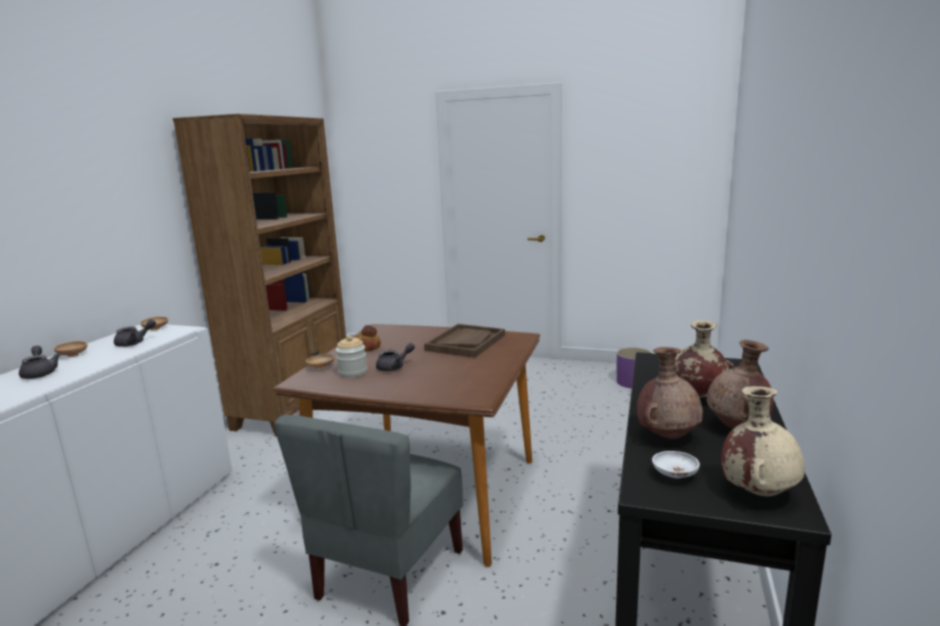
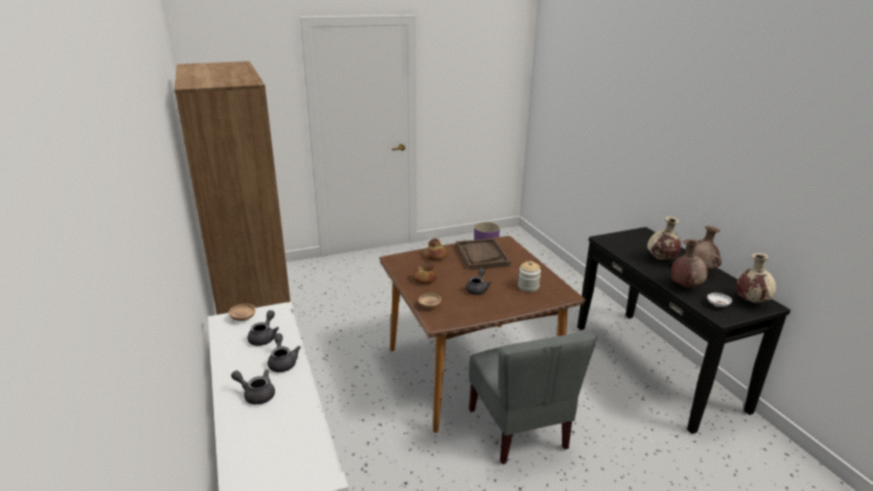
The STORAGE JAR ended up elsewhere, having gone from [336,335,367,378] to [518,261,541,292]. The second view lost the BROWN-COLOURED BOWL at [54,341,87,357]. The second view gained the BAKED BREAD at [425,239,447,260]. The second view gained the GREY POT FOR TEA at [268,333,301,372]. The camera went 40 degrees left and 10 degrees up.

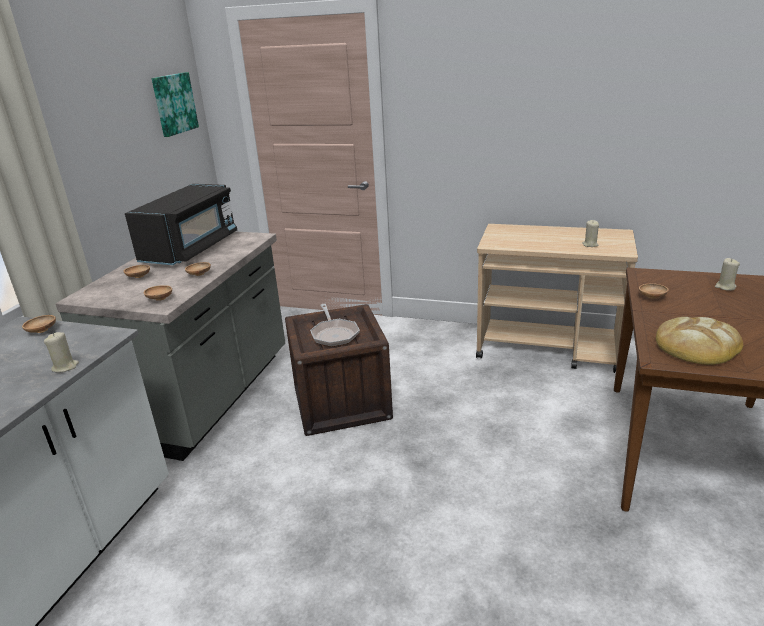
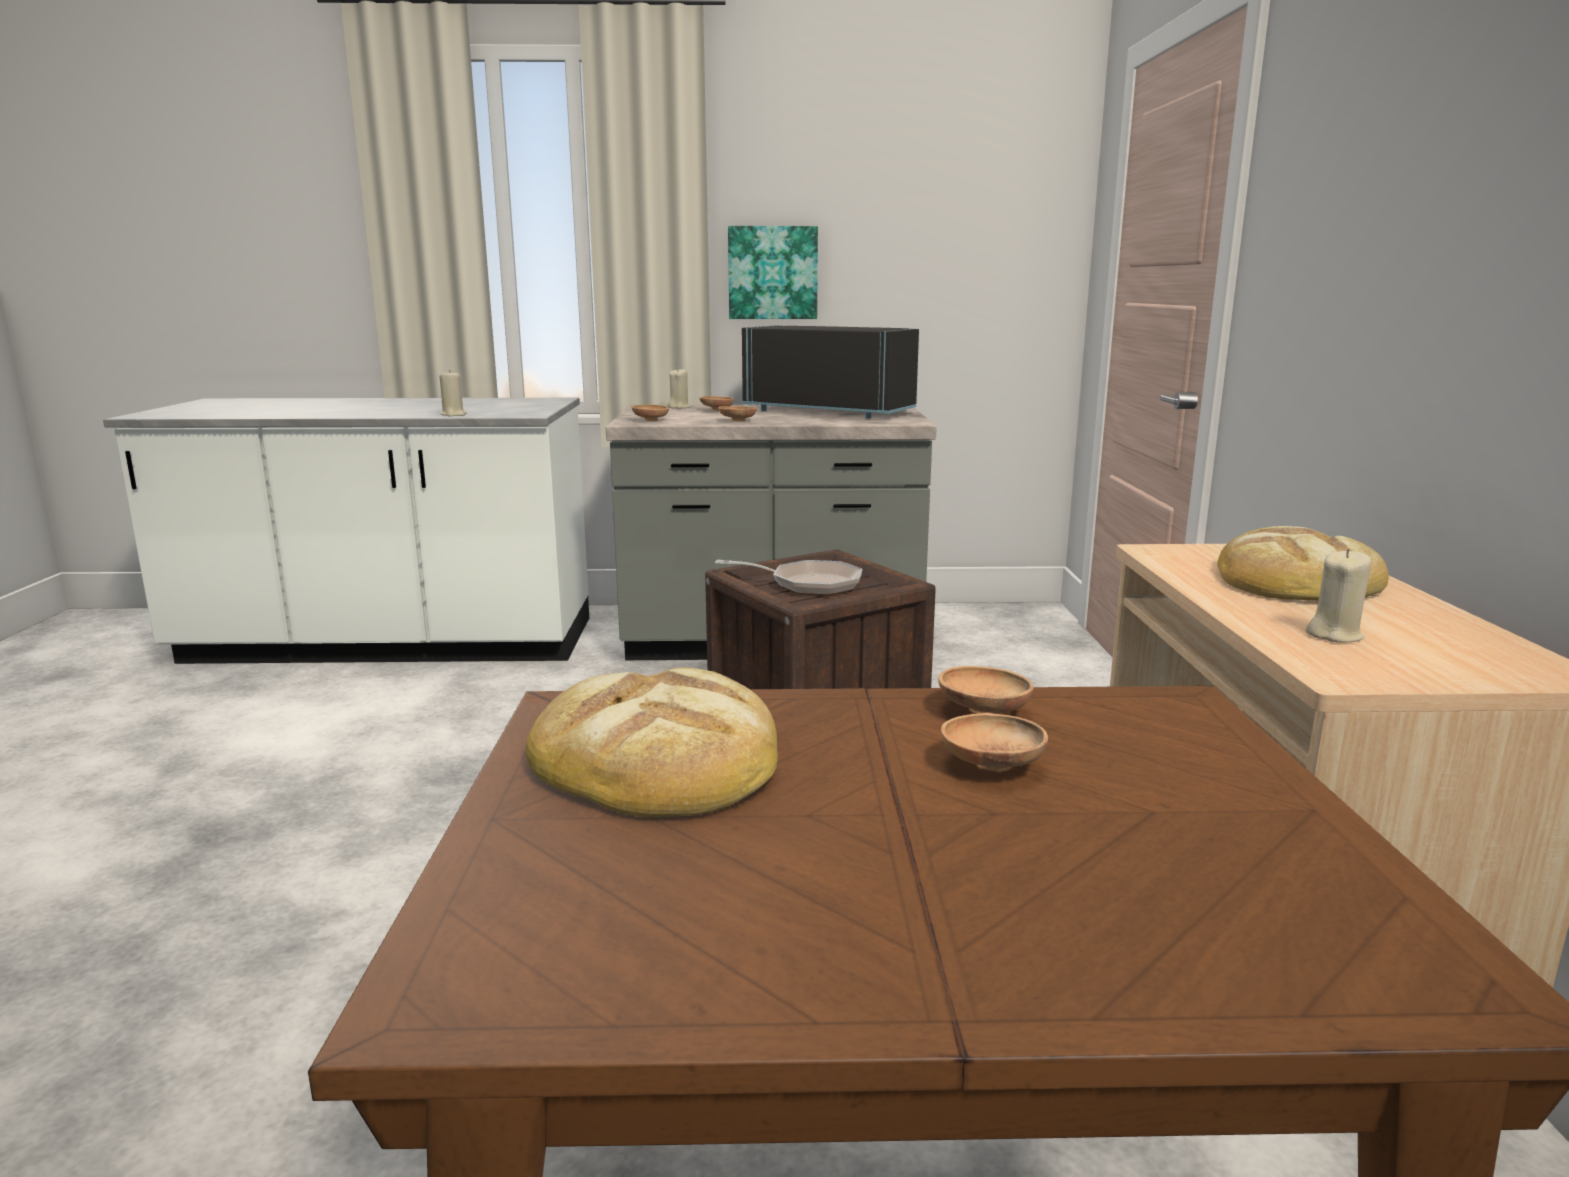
The WALL PICTURE ended up elsewhere, having gone from [152,72,199,137] to [728,226,818,319]. The BLACK MICROWAVE at [125,184,237,265] ended up facing another way, 150 degrees counterclockwise from before. The SAND-COLOURED WAX LIGHT ended up elsewhere, having gone from [715,258,740,291] to [667,368,690,409]. The PAN at [310,304,360,347] ended up facing another way, 135 degrees counterclockwise from before. The BROWN-COLOURED BOWL ended up elsewhere, having gone from [22,315,56,333] to [941,713,1048,772]. The second view gained the BAKED BREAD at [1217,526,1389,601]. The camera went 70 degrees right and 10 degrees down.

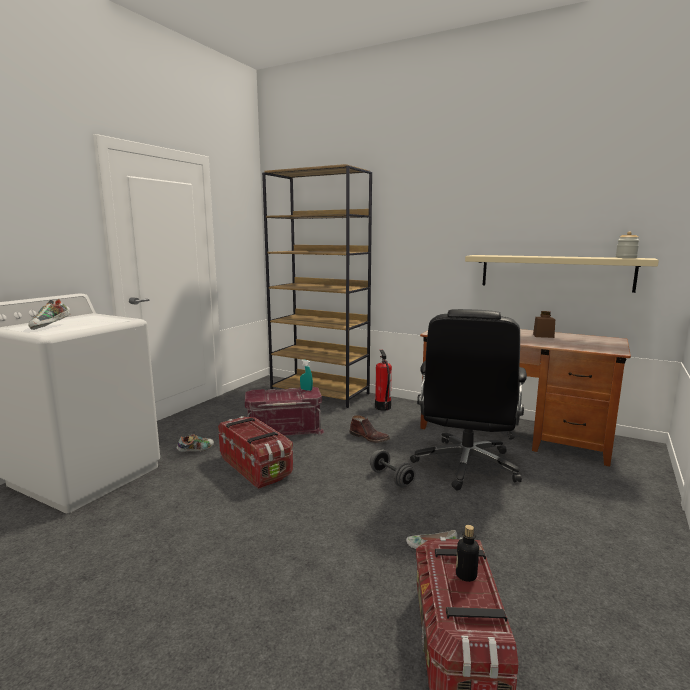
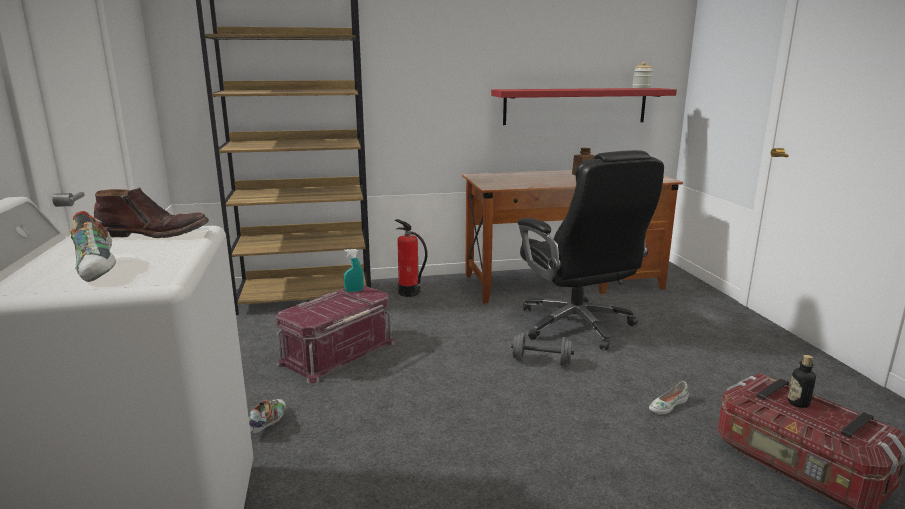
What was the SAND-COLOURED BRACKET SHELF at [465,255,659,293] turned into the RED-COLOURED BRACKET SHELF at [491,88,677,125]. The BROWN-COLOURED BOOT ended up elsewhere, having gone from [349,415,390,443] to [94,187,209,238]. The second view lost the STORAGE BIN at [218,416,293,489]. The camera went 40 degrees left and 5 degrees up.

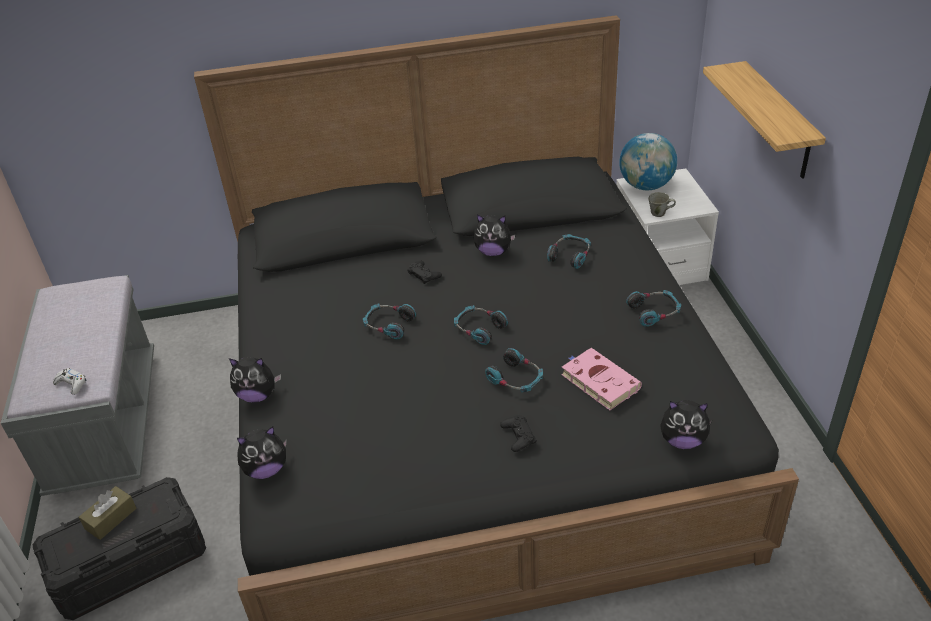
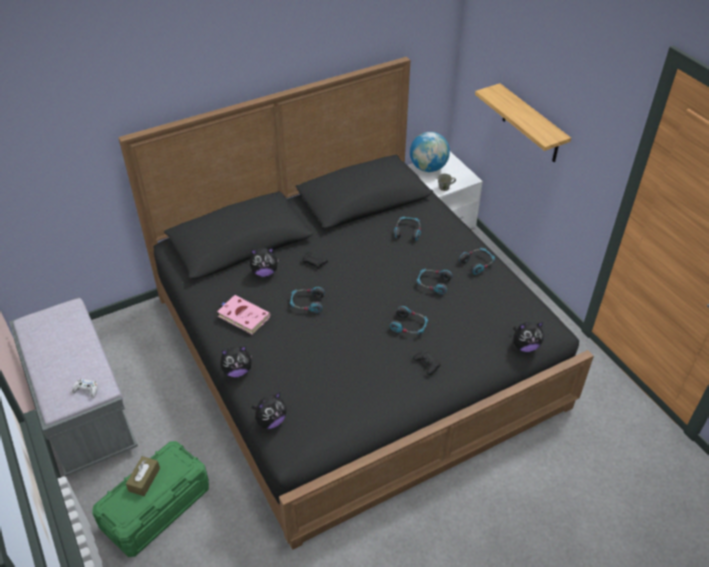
The PLUSH TOY ended up elsewhere, having gone from [474,214,516,256] to [250,248,280,277]. The PAIR OF HEADPHONES ended up elsewhere, having gone from [454,305,508,345] to [417,269,453,295]. The PINK-COLOURED BOOK ended up elsewhere, having gone from [561,348,642,410] to [217,295,270,335]. What was the BLACK STORAGE BIN at [33,477,206,620] turned into the GREEN-COLOURED STORAGE BIN at [92,441,209,557]. The camera went 20 degrees left and 5 degrees up.

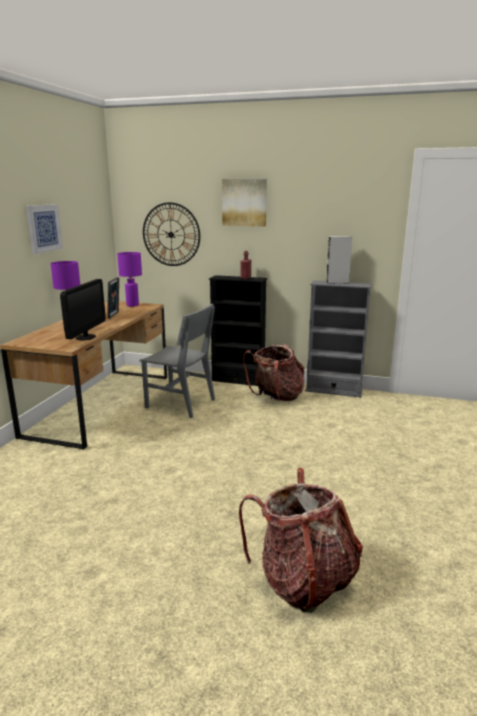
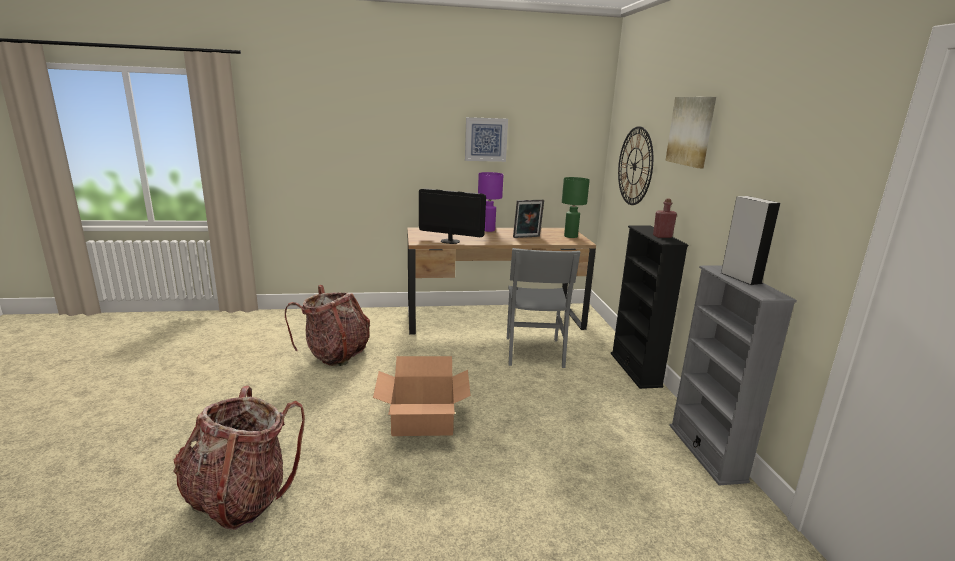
What was the PURPLISH TABLETOP LAMP at [117,252,142,307] turned into the GREEN-COLOURED TABLETOP LAMP at [562,177,590,238]. The COMPUTER SCREEN at [60,279,106,340] ended up facing another way, 150 degrees counterclockwise from before. The KNAPSACK ended up elsewhere, having gone from [243,344,304,401] to [285,285,370,366]. The second view gained the CARDBOARD BOX at [373,356,471,436]. The camera went 65 degrees right and 0 degrees up.

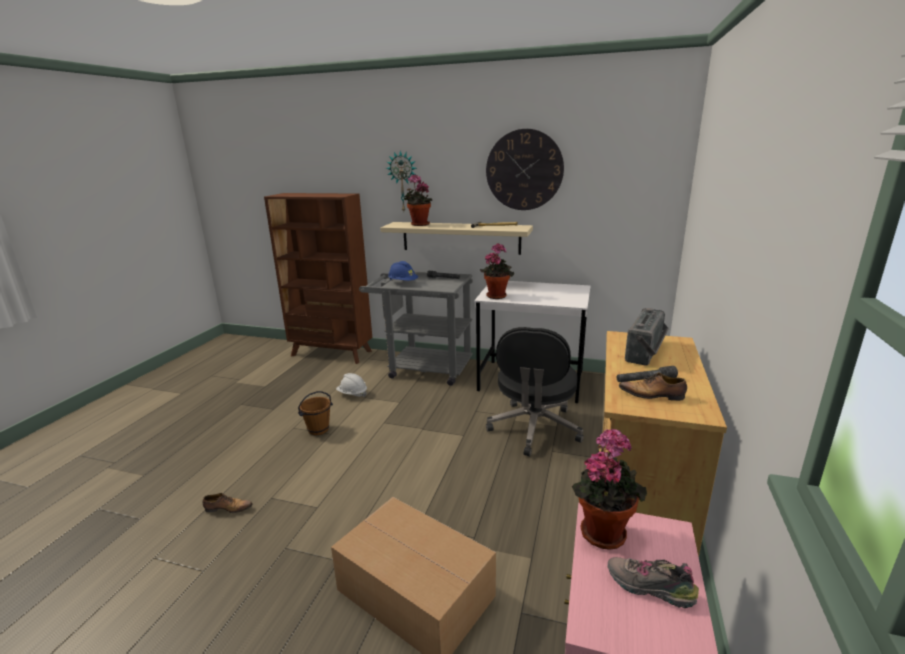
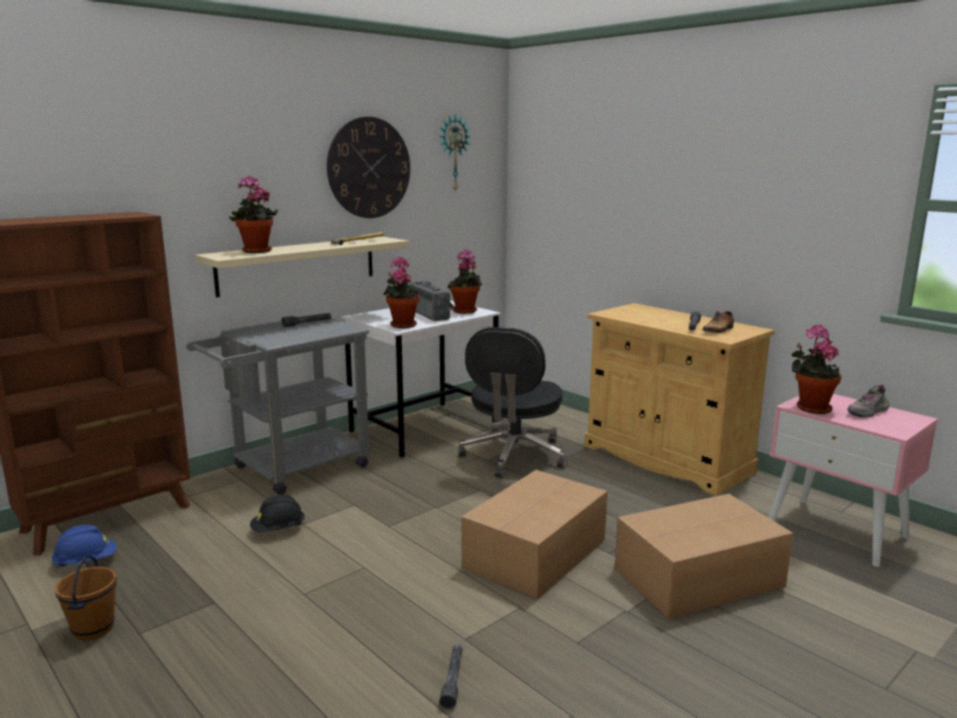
The WALL CLOCK ended up elsewhere, having gone from [386,150,417,211] to [439,114,471,193]. The BLUE-COLOURED WORK HELMET ended up elsewhere, having gone from [388,261,418,281] to [51,525,117,568]. The RADIO ended up elsewhere, having gone from [625,308,669,365] to [410,281,455,321]. The BLACK COMPUTER CHAIR at [486,327,584,456] ended up facing another way, 60 degrees clockwise from before. What was the WHITISH WORK HELMET at [336,373,367,397] turned into the BLACK WORK HELMET at [250,494,305,532]. The BROWN-COLOURED PAIL ended up elsewhere, having gone from [298,391,333,435] to [55,555,117,640]. Where the LOW SHOE stood at [202,493,253,513], the GREY TORCH came to stand at [439,644,463,709]. The second view gained the PLANT IN A POT at [448,249,482,314]. The second view gained the CARDBOARD BOX at [462,470,608,600]. The camera went 60 degrees left and 5 degrees down.

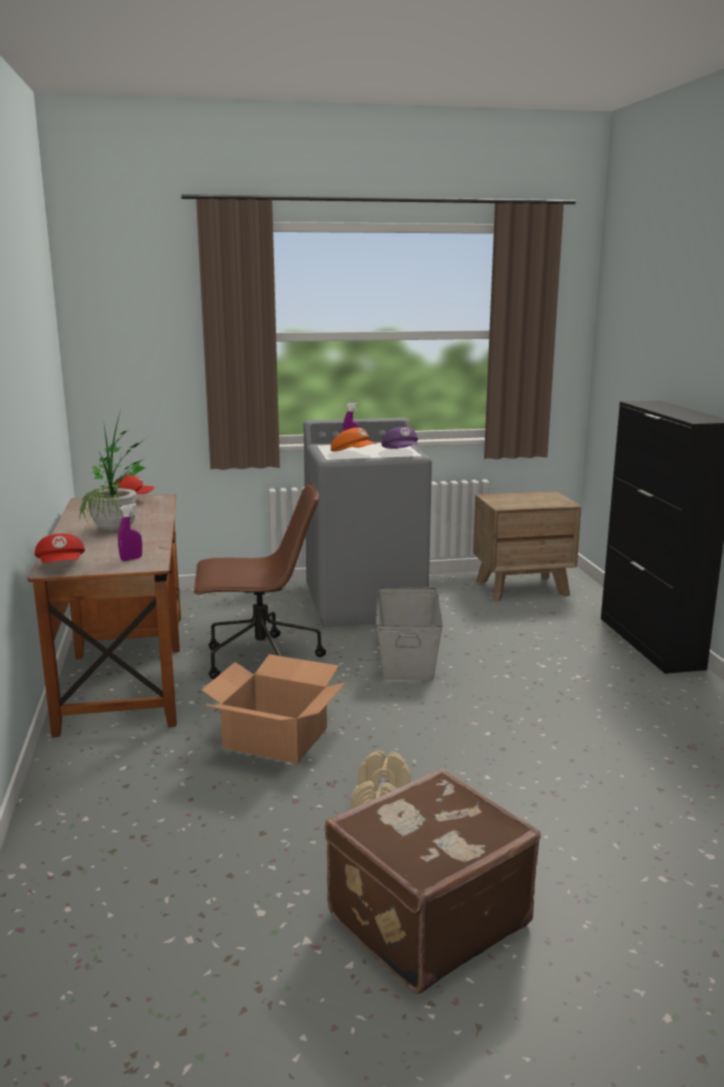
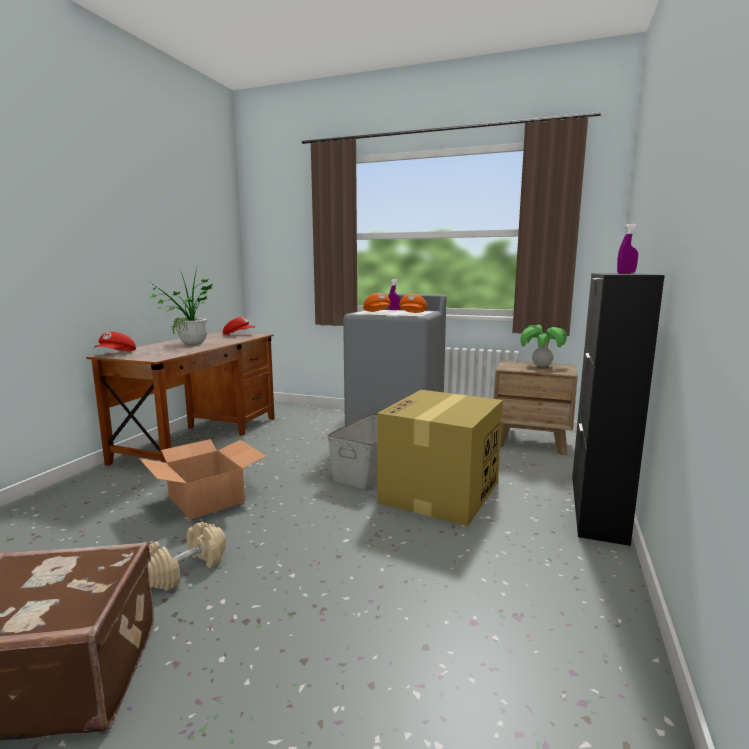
What was the PURPLISH PEAKED CAP at [381,427,418,449] turned into the ORANGEY PEAKED CAP at [399,294,427,313]. The second view lost the BROWN-COLOURED COMPUTER CHAIR at [194,483,326,679]. The PURPLISH SPRAY BOTTLE ended up elsewhere, having gone from [118,504,142,561] to [617,224,639,273]. The second view gained the PLANT IN A POT at [520,325,567,367]. The second view gained the CARDBOARD BOX at [377,390,503,526]. The camera went 30 degrees right and 5 degrees down.

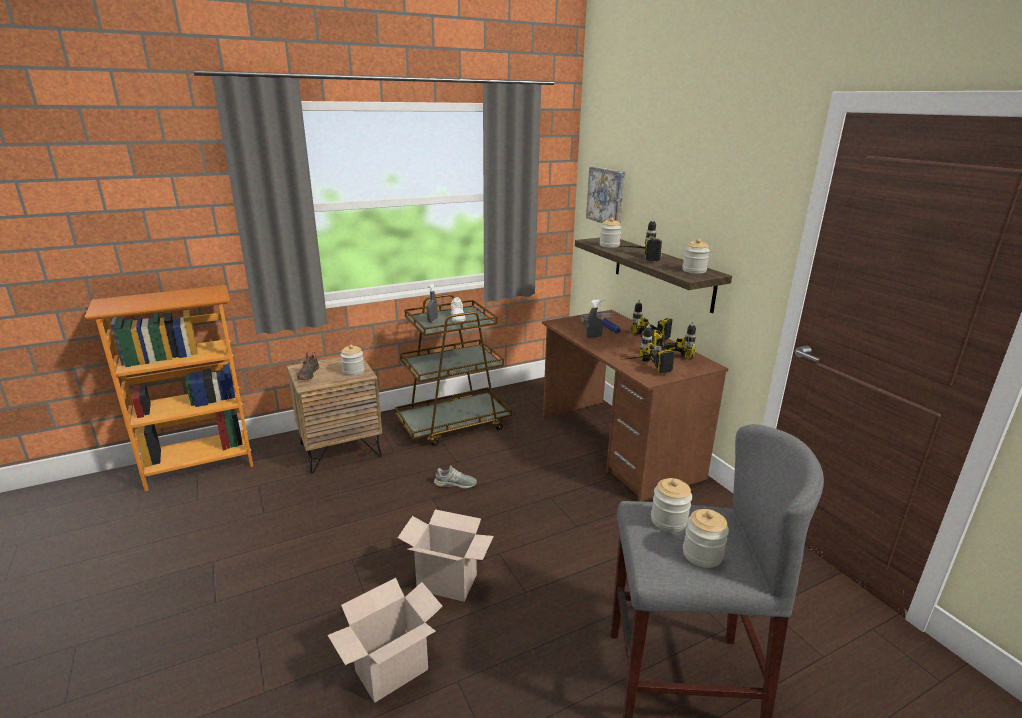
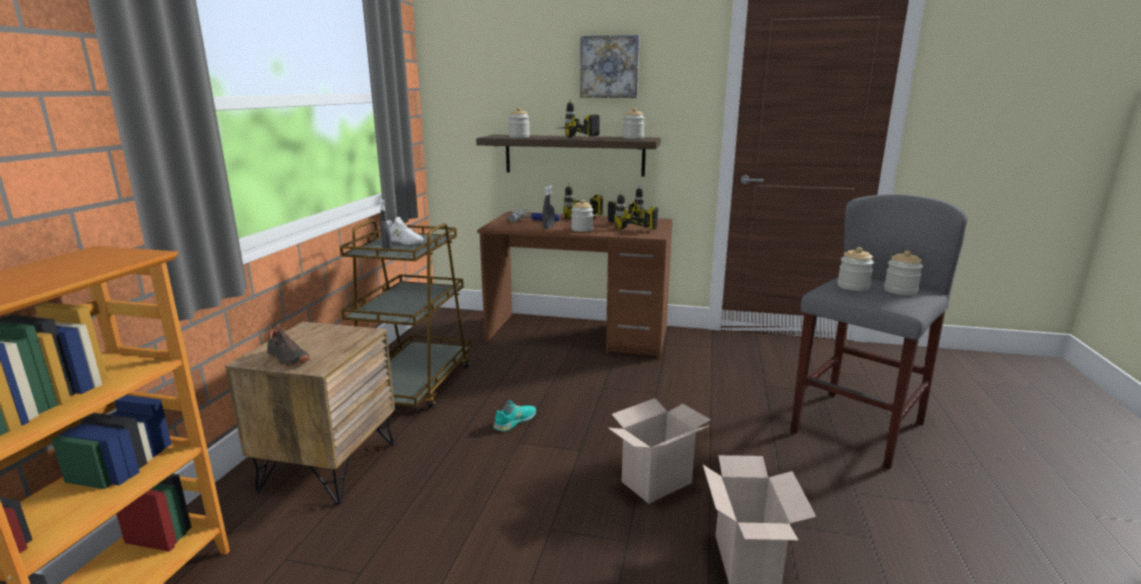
The WALL PICTURE ended up elsewhere, having gone from [586,167,625,225] to [580,35,640,98]. The STORAGE JAR ended up elsewhere, having gone from [341,345,364,376] to [571,199,593,232]. What was the GREY LOW SHOE at [434,465,477,488] turned into the TURQUOISE LOW SHOE at [493,400,536,432]. The camera went 50 degrees left and 5 degrees down.

